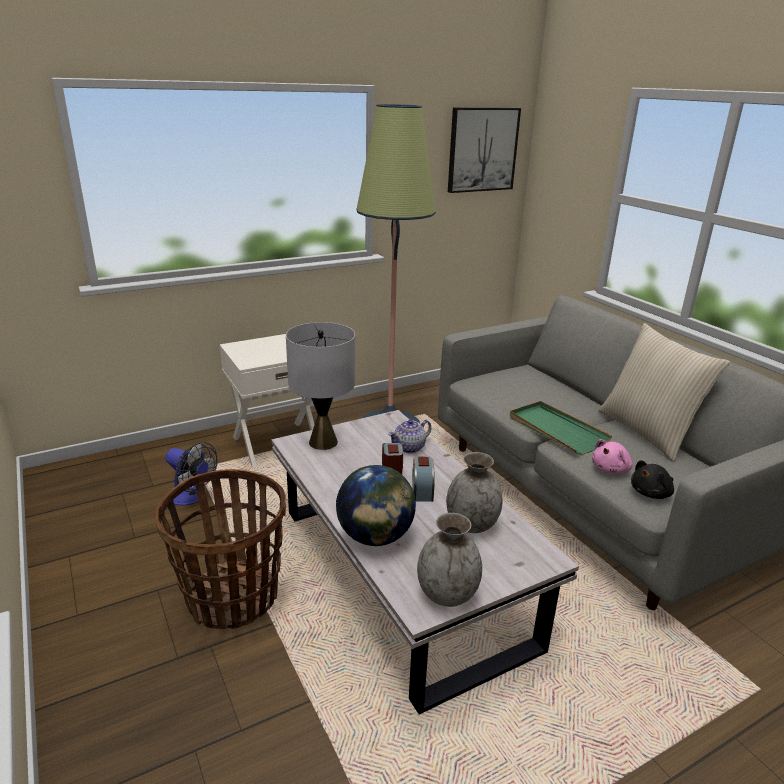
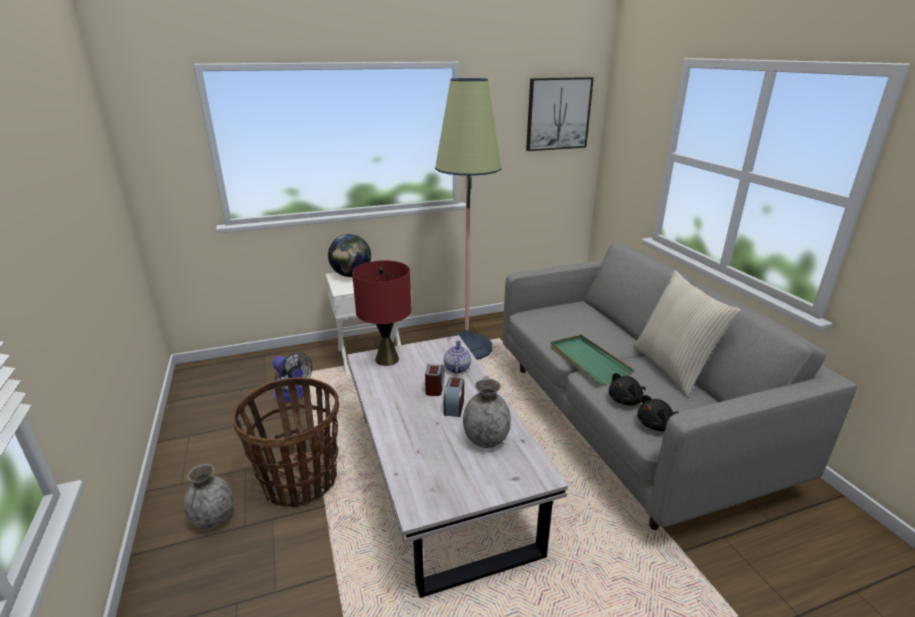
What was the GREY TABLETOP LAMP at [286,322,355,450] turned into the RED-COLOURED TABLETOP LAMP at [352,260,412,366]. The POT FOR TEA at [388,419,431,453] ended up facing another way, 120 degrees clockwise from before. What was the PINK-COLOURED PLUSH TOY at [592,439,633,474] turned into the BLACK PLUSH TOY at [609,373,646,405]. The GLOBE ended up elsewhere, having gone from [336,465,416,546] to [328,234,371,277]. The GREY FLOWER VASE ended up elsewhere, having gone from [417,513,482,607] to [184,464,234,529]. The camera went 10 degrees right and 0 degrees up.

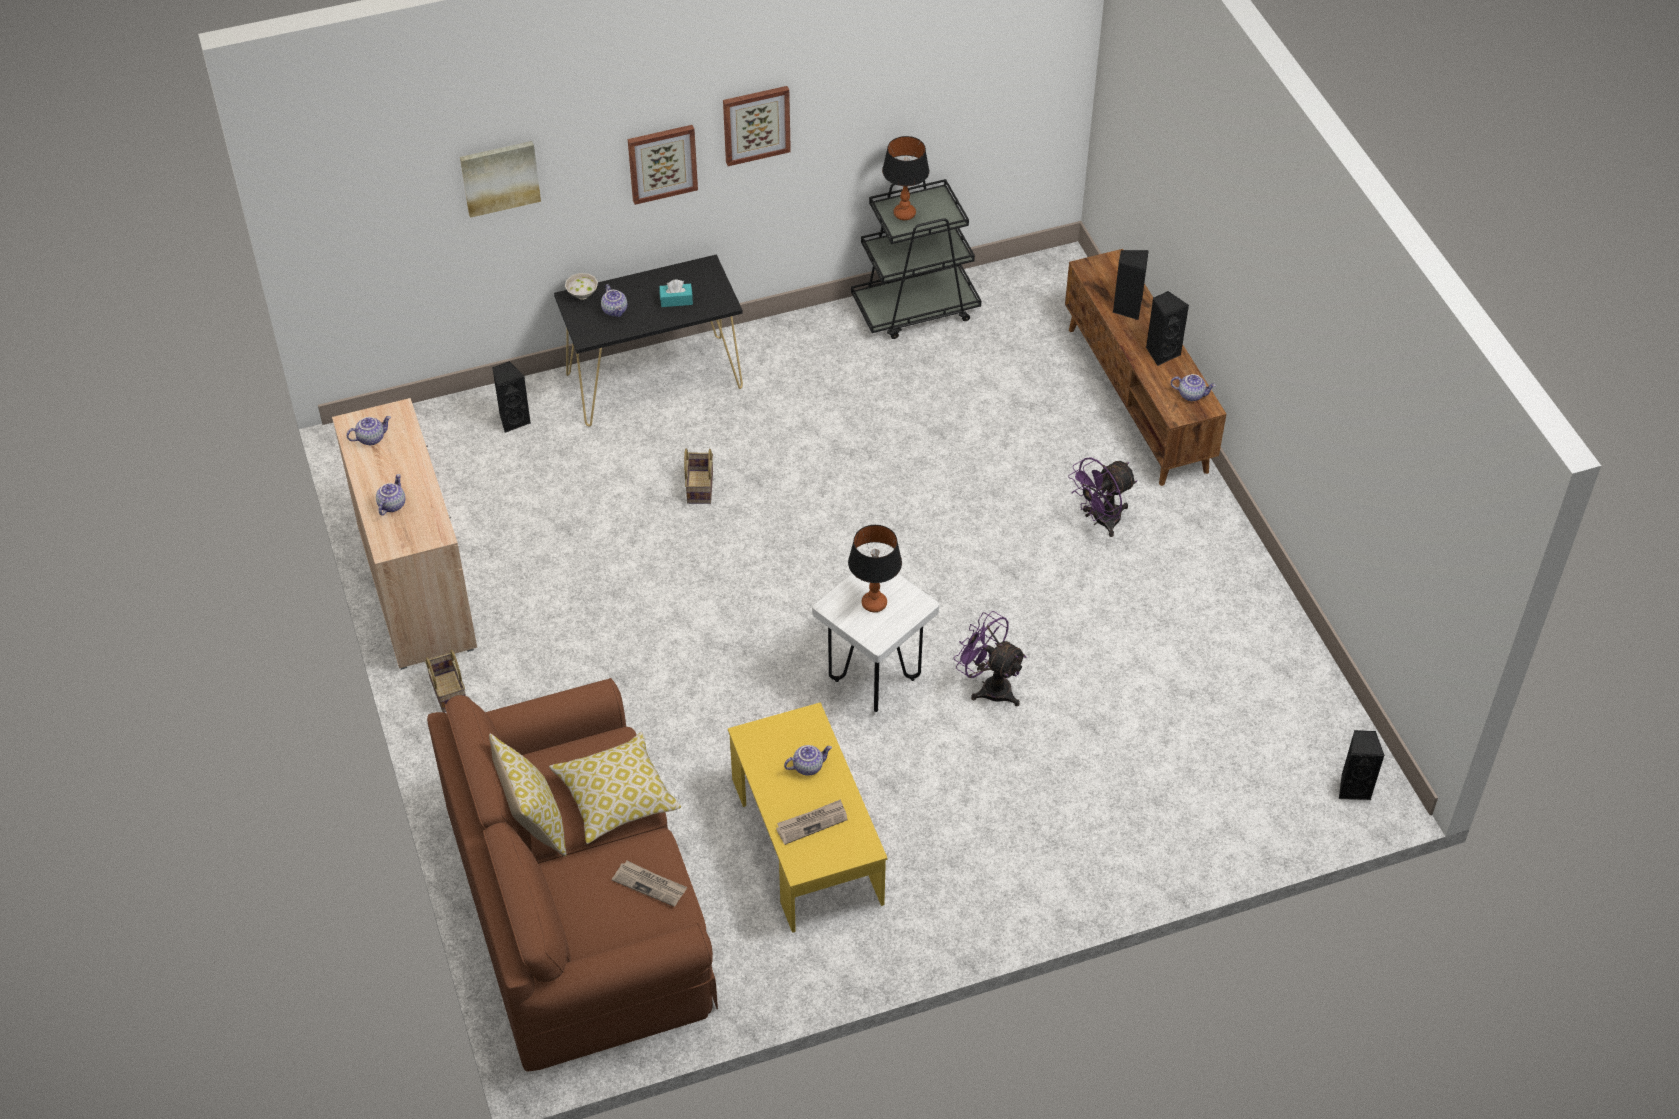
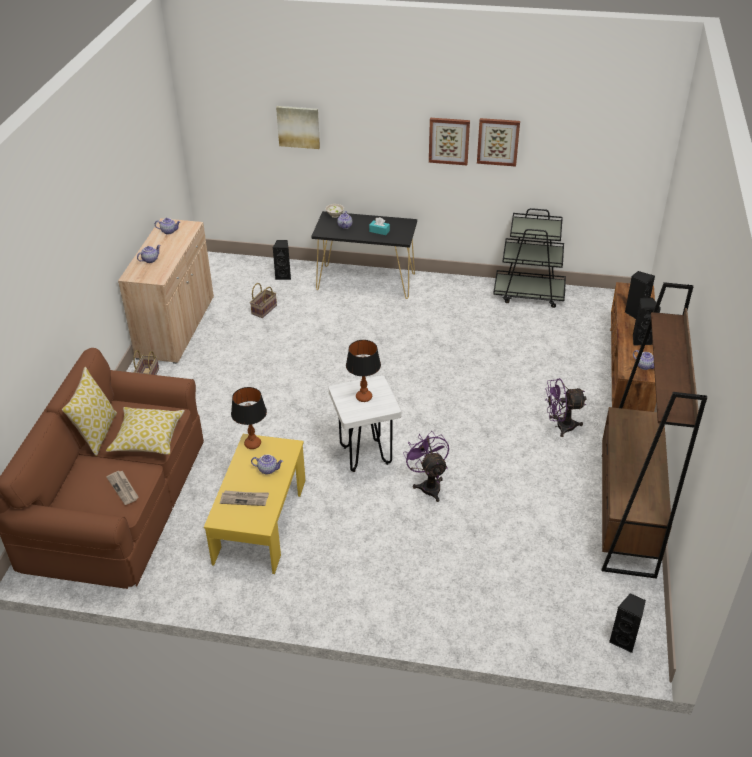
The WALL PICTURE ended up elsewhere, having gone from [628,125,698,205] to [477,118,520,167]. The TABLETOP LAMP ended up elsewhere, having gone from [882,136,929,220] to [231,387,267,449]. The BASKET ended up elsewhere, having gone from [684,449,713,504] to [250,283,277,318]. The second view gained the BROWN-COLOURED BOOKSHELF at [602,282,707,579]. The camera went 30 degrees right and 10 degrees down.

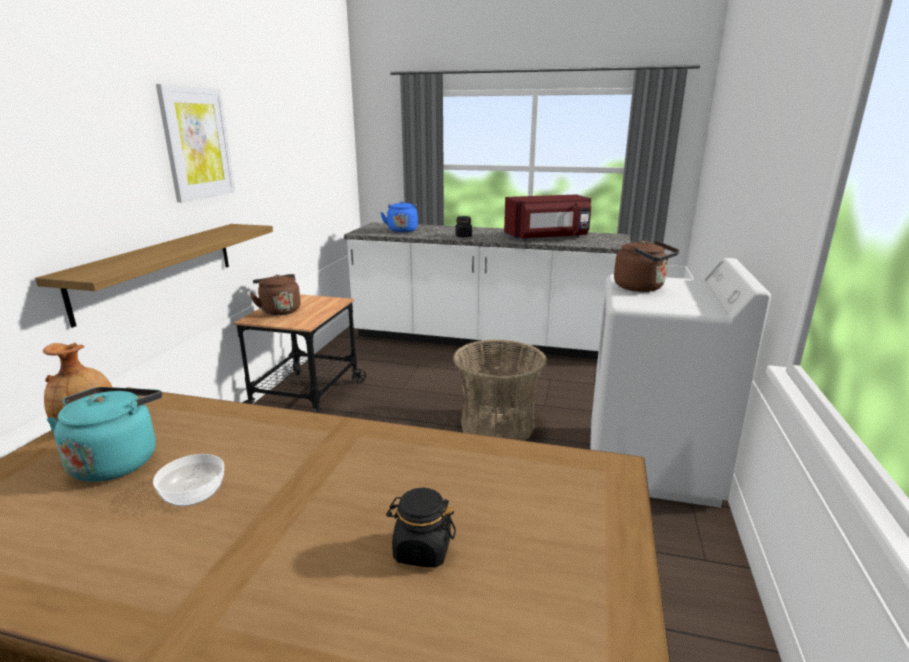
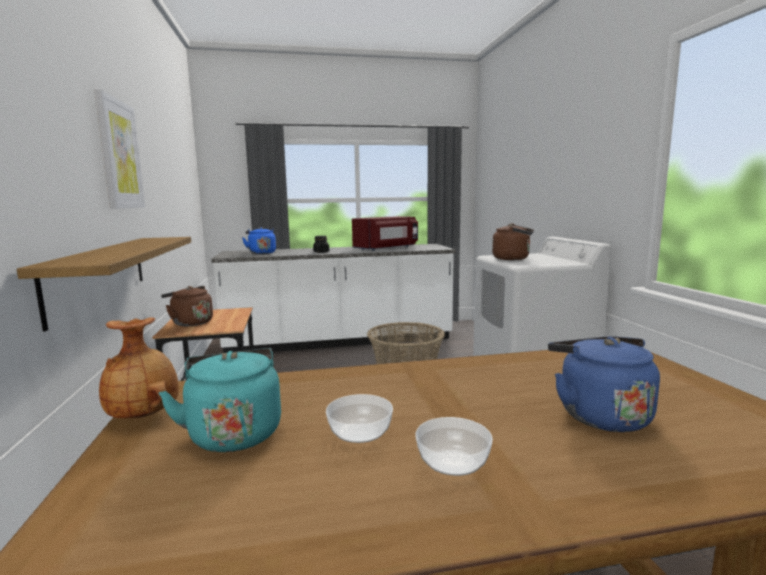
Where the BLACK STORAGE JAR stood at [386,488,456,568], the BLUE-COLOURED WATER KETTLE came to stand at [548,336,660,432]. The second view gained the BOWL at [415,417,493,476]. The camera went 25 degrees left and 10 degrees down.

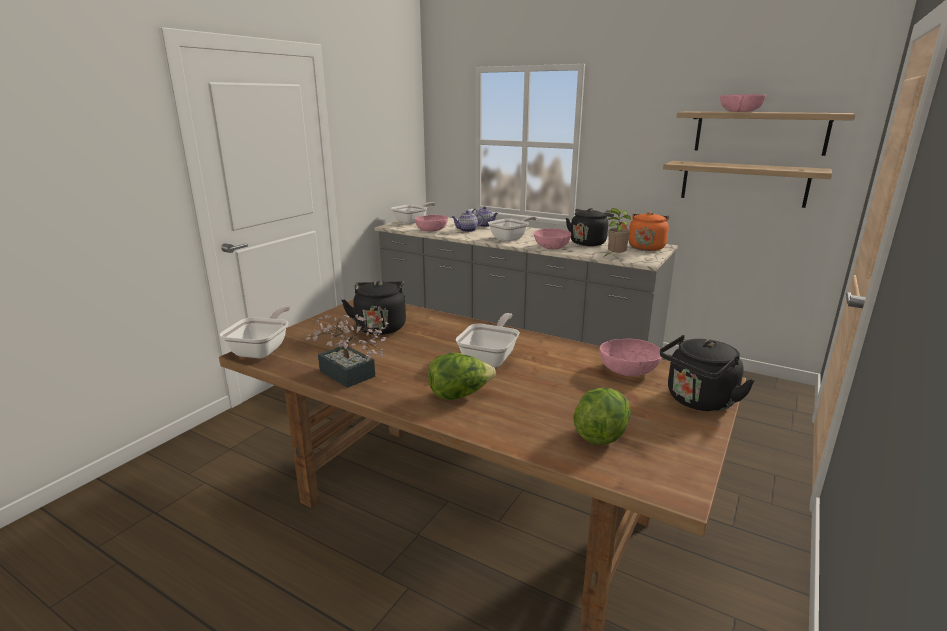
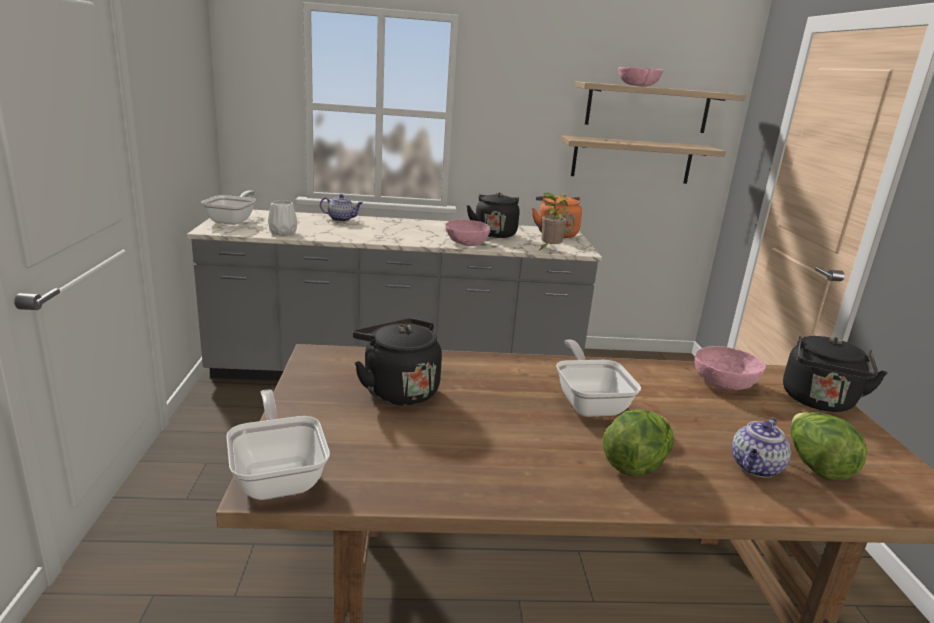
The POT FOR TEA ended up elsewhere, having gone from [452,210,484,232] to [732,417,791,478]. Where the PINK-COLOURED BOWL stood at [415,215,448,231], the WHITISH FLOWER VASE came to stand at [268,200,297,235]. The second view lost the PAN at [488,216,537,241]. The second view lost the PLANT IN A POT at [306,314,389,388]. The camera went 35 degrees left and 0 degrees up.

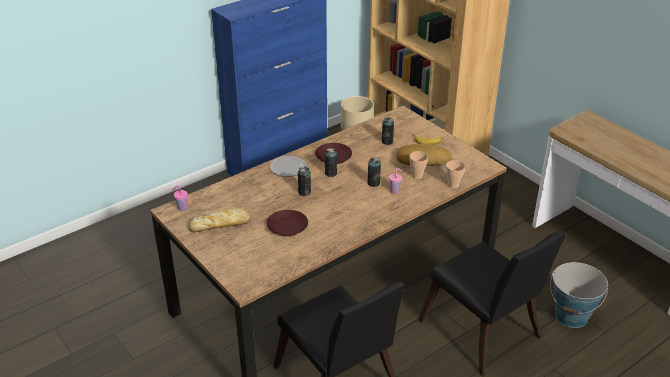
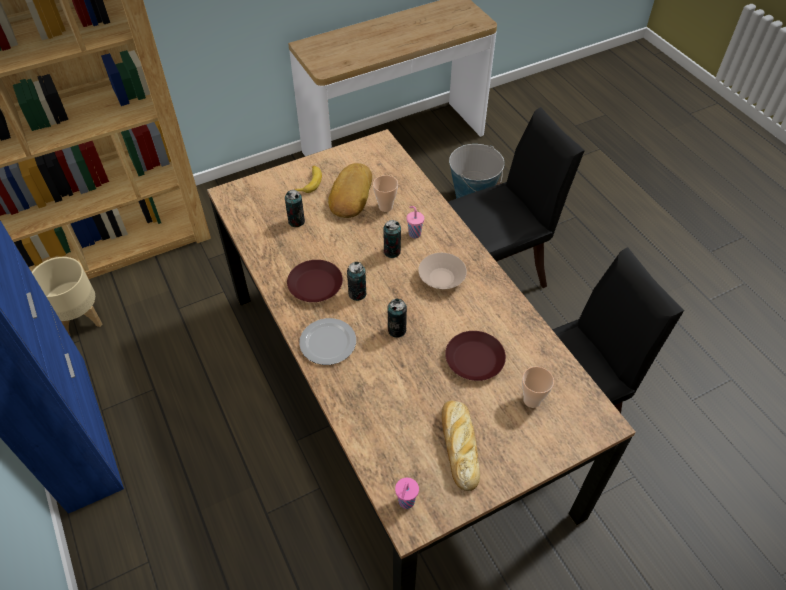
The SMALL CUP ended up elsewhere, having gone from [446,160,465,189] to [522,367,554,408]. The second view gained the SAND-COLOURED BOWL at [418,253,467,289]. The camera went 80 degrees left and 15 degrees up.

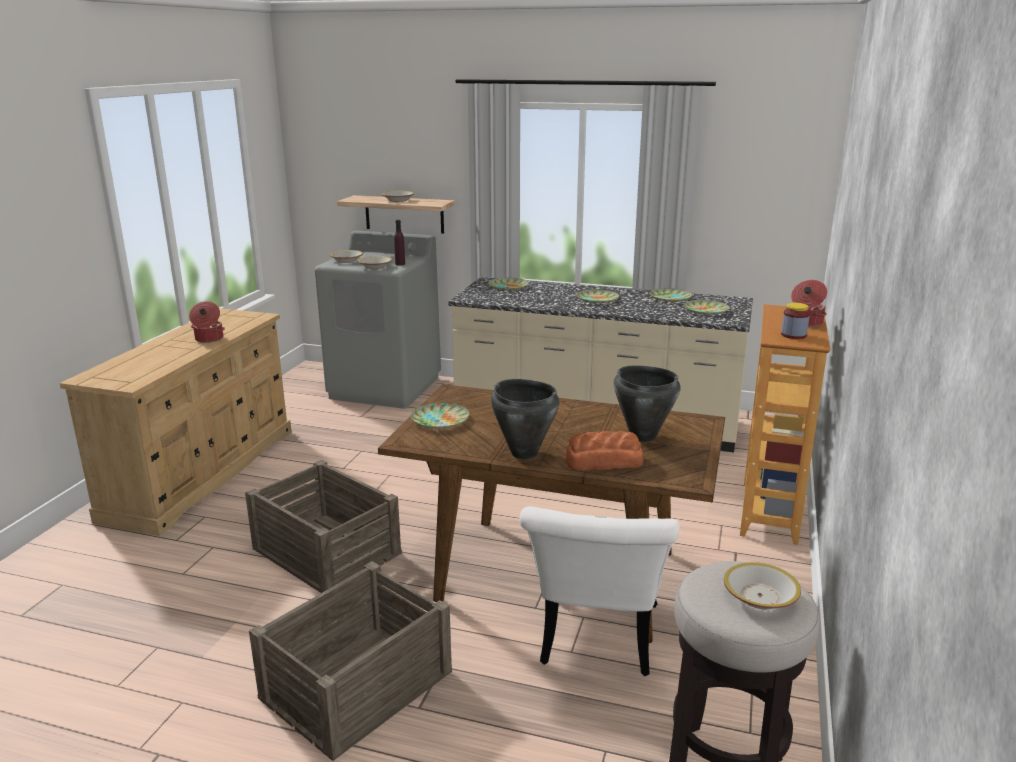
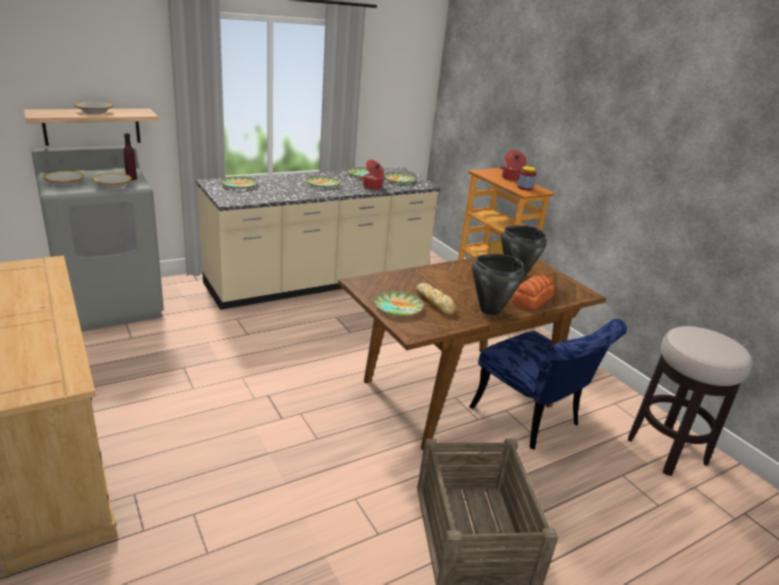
The STOCKPOT ended up elsewhere, having gone from [189,301,225,343] to [360,160,386,190]. The second view lost the SHIPPING CRATE at [245,460,402,593]. What was the WHITISH PLAIN CHAIR at [520,506,680,676] turned into the BLUE-COLOURED PLAIN CHAIR at [469,319,627,449]. The second view lost the BOWL at [724,562,801,609]. The second view gained the BAKED BREAD at [416,283,456,316]. The camera went 50 degrees left and 5 degrees up.

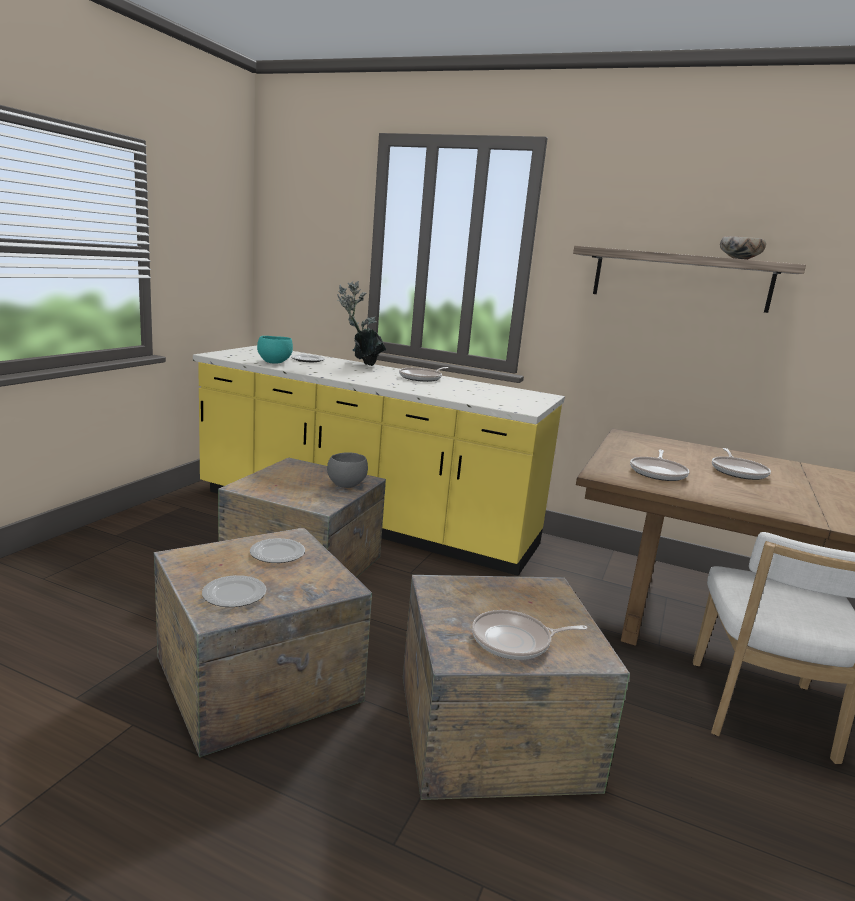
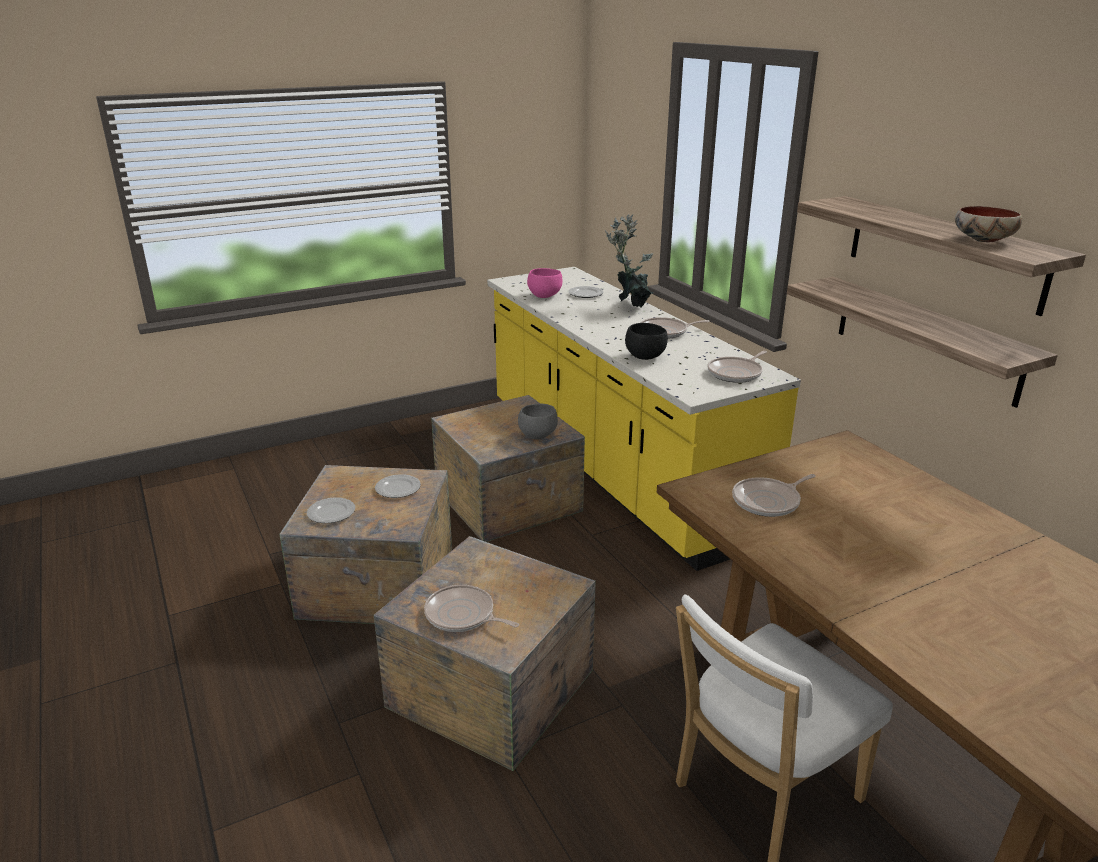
What was the TURQUOISE BOWL at [257,336,293,363] turned into the PINK-COLOURED BOWL at [527,268,562,298]. The PAN ended up elsewhere, having gone from [712,448,771,480] to [707,351,767,383]. The second view gained the BRACKET SHELF at [787,277,1058,408]. The second view gained the BLACK BOWL at [625,323,668,360]. The camera went 40 degrees right and 10 degrees up.

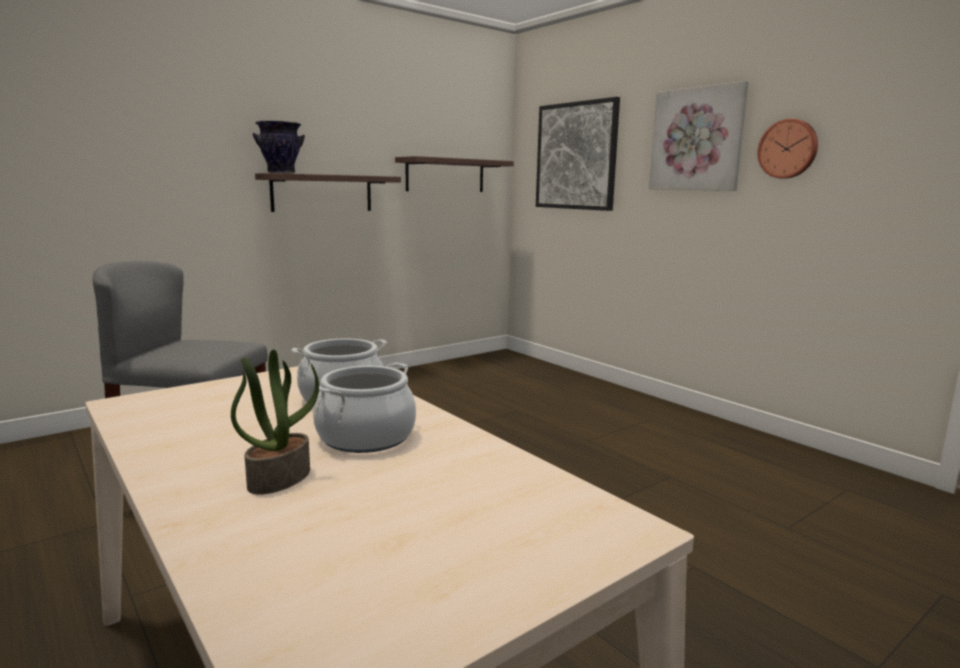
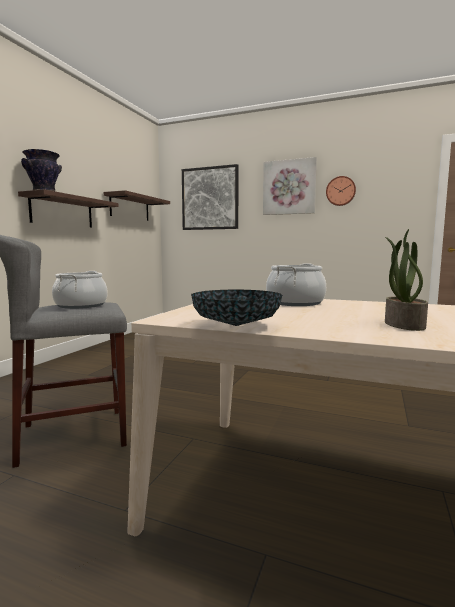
The STOCKPOT ended up elsewhere, having gone from [313,363,416,453] to [52,271,108,309]. The second view gained the BOWL at [191,289,282,326]. The camera went 30 degrees left and 5 degrees down.

